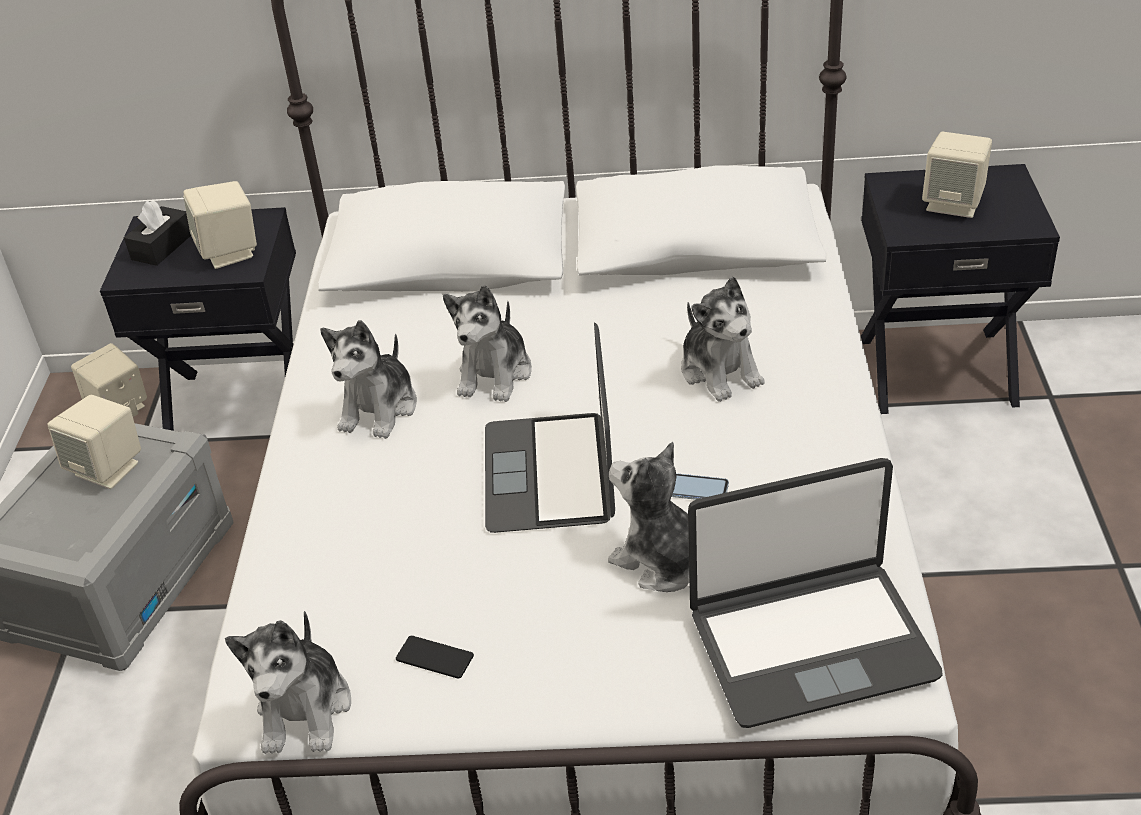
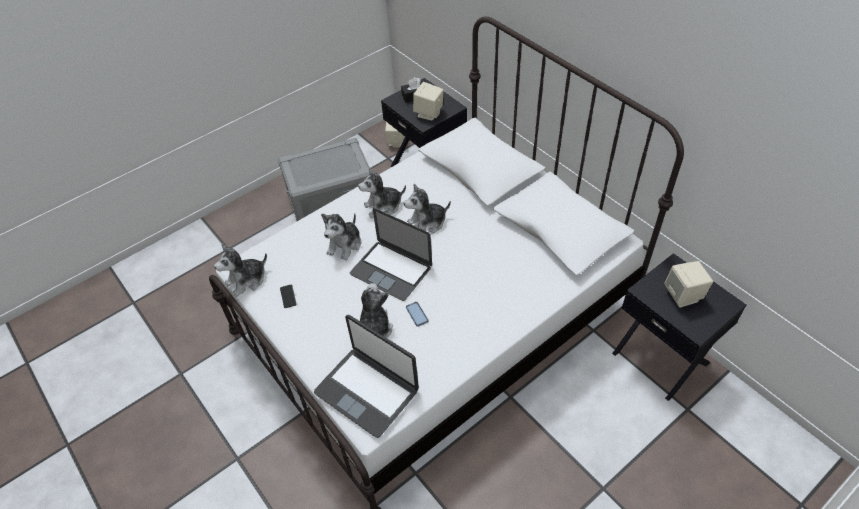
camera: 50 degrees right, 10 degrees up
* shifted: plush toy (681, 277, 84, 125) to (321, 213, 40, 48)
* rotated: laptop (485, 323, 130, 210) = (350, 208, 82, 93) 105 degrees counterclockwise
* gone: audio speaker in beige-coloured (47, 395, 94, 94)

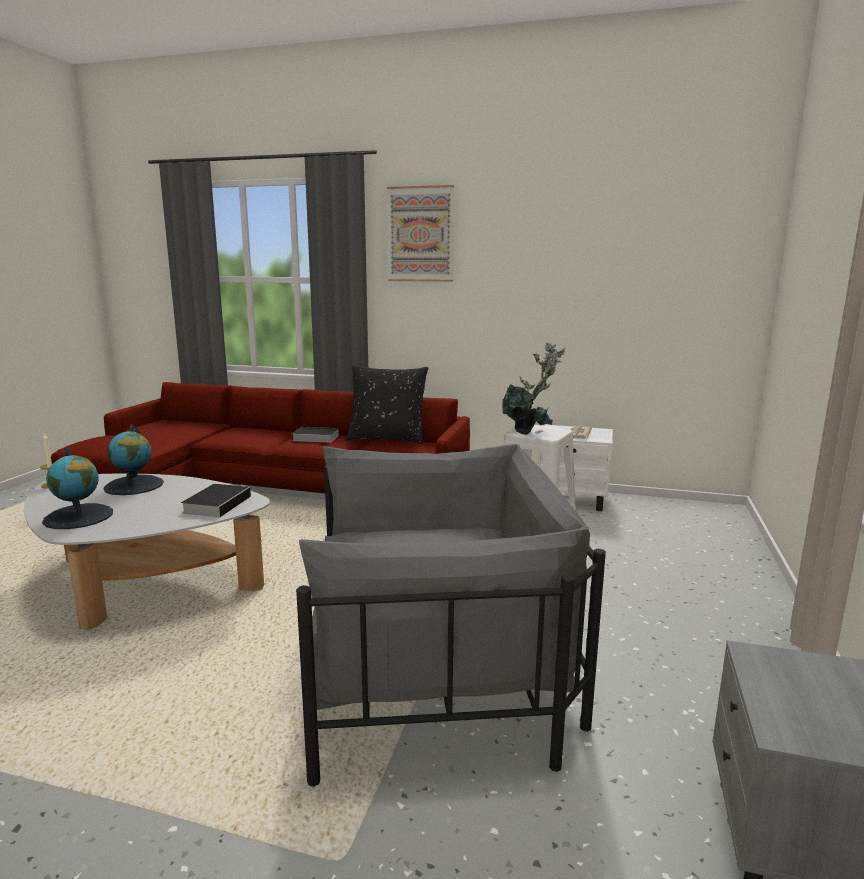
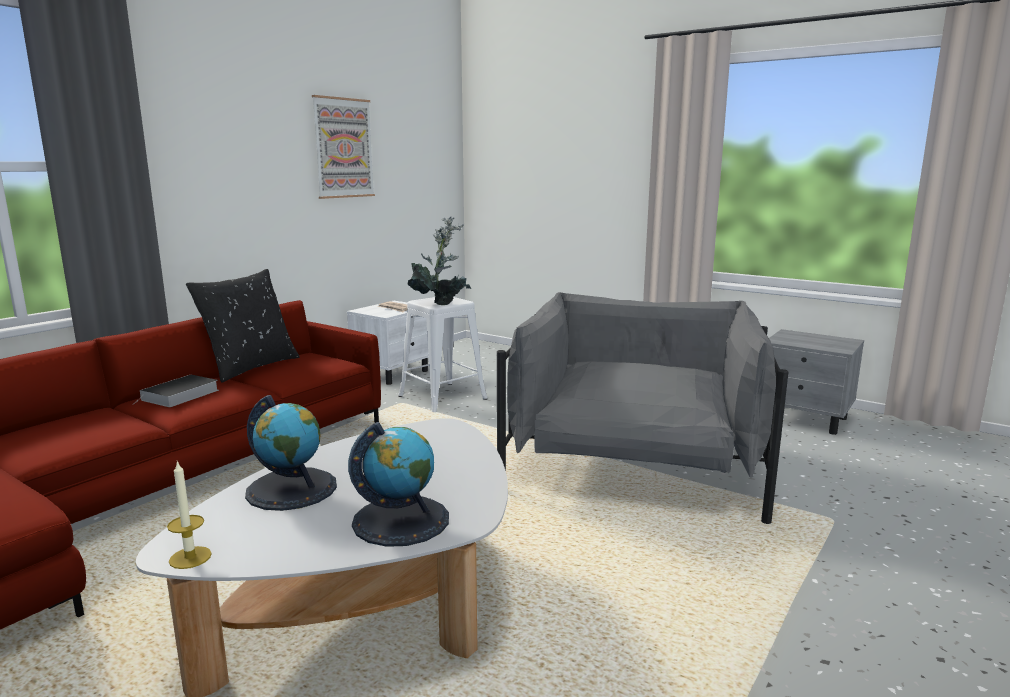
camera: 70 degrees left, 0 degrees up
* shifted: wall art (387, 185, 67, 97) to (312, 95, 63, 104)
* gone: volume (181, 484, 71, 33)

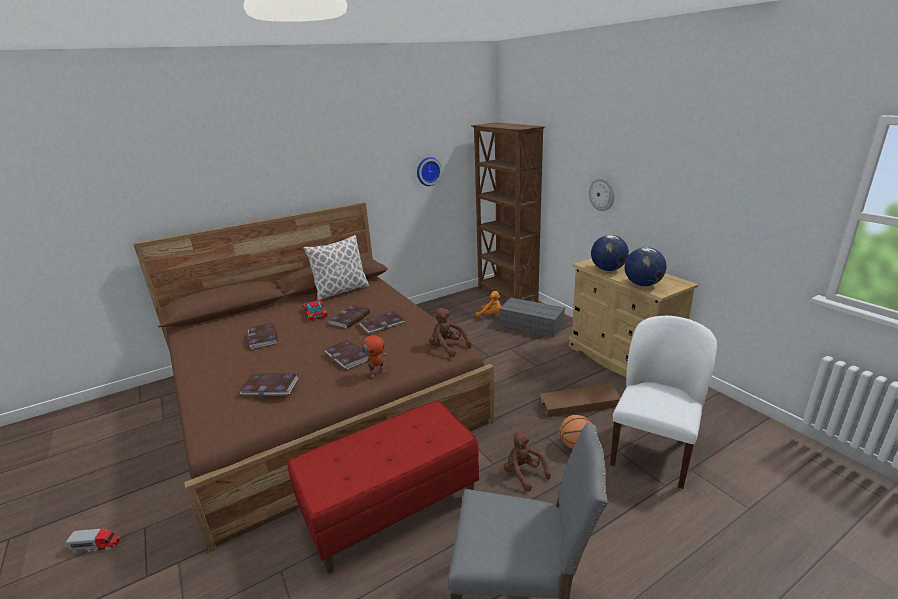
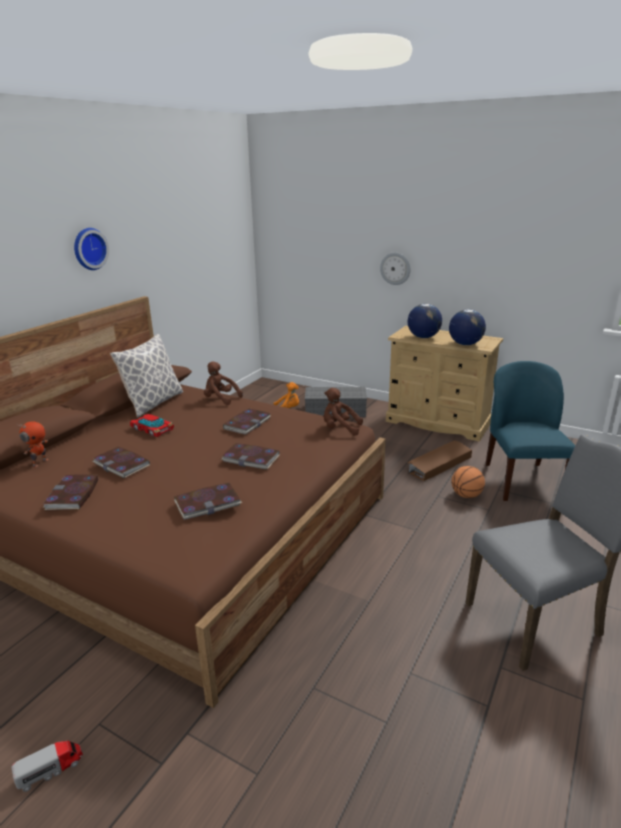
camera: 30 degrees left, 0 degrees up
* gone: bookcase in brown (471, 123, 74, 179)
* shifted: hanging clock (417, 157, 25, 29) to (74, 228, 35, 42)
* shifted: volume (329, 305, 41, 24) to (43, 474, 55, 37)
* repainted: upright chair in whitish (610, 316, 107, 173) to upright chair in blue (485, 361, 90, 140)
* shifted: model robot (360, 335, 27, 42) to (17, 421, 32, 46)
* gone: bench in red-coloured (288, 400, 191, 173)
* shifted: plush toy in brown (503, 432, 48, 59) to (204, 362, 39, 43)

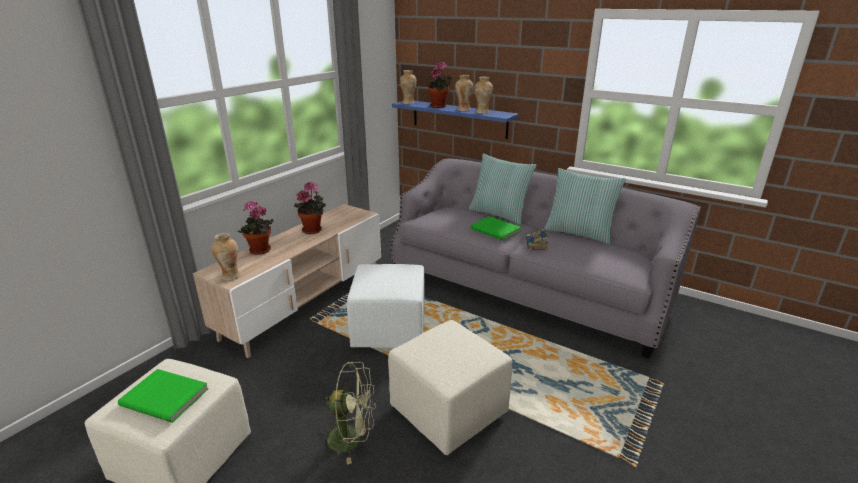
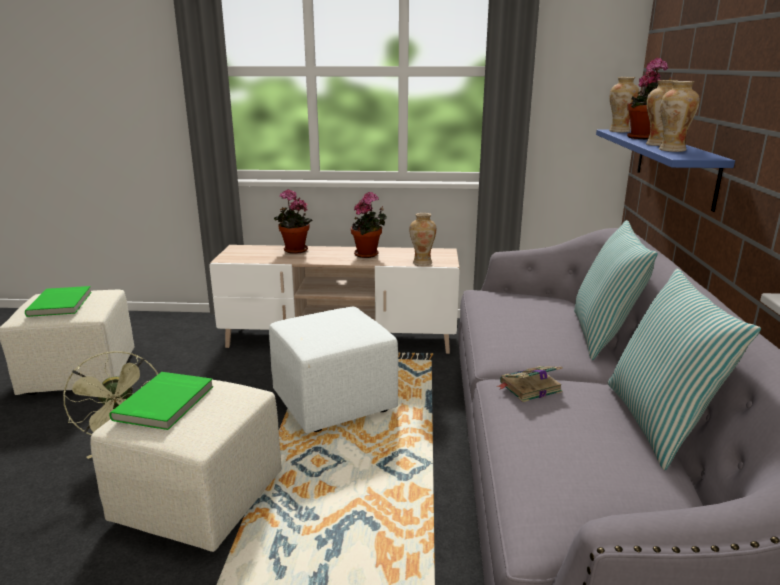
camera: 60 degrees right, 5 degrees down
* shifted: volume in greenish (471, 216, 51, 25) to (109, 372, 104, 58)
* shifted: flower vase (211, 233, 29, 48) to (409, 213, 27, 53)

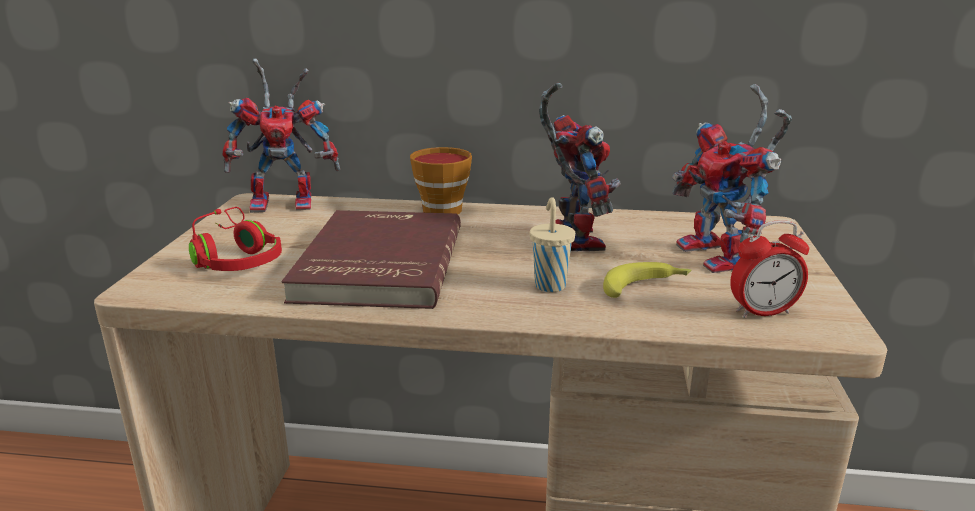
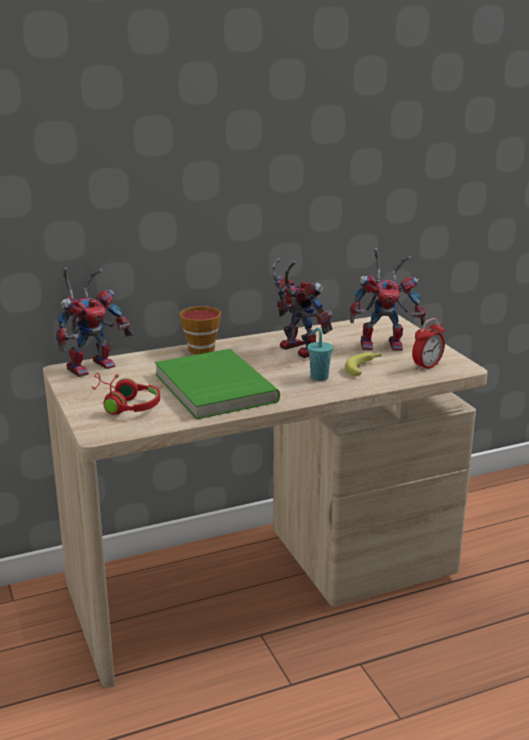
camera: 30 degrees left, 0 degrees up
* rotated: model robot (672, 84, 120, 189) = (350, 248, 76, 103) 45 degrees counterclockwise
* repainted: cup in beige-coloured (530, 197, 45, 95) to cup in turquoise (307, 328, 26, 53)
* repainted: volume in red-coloured (281, 210, 180, 99) to volume in greenish (155, 349, 125, 70)

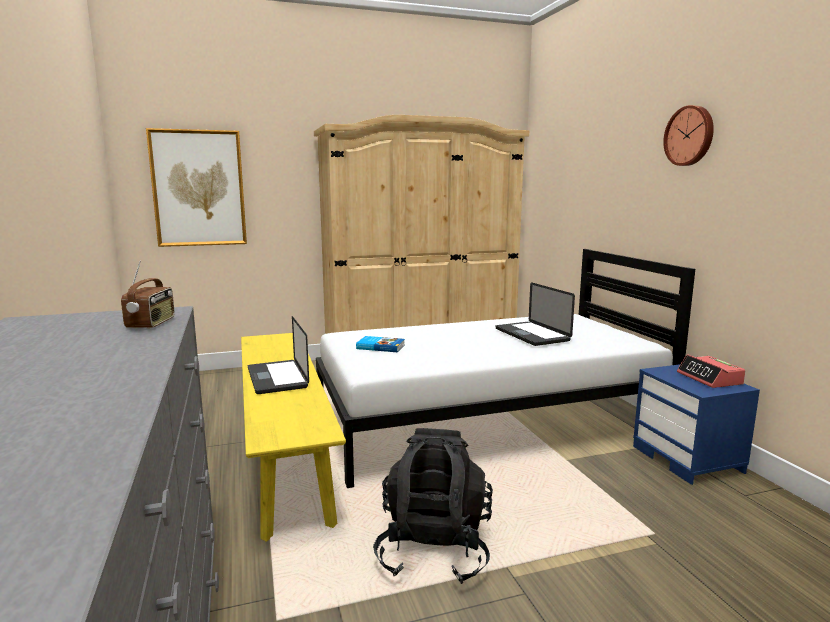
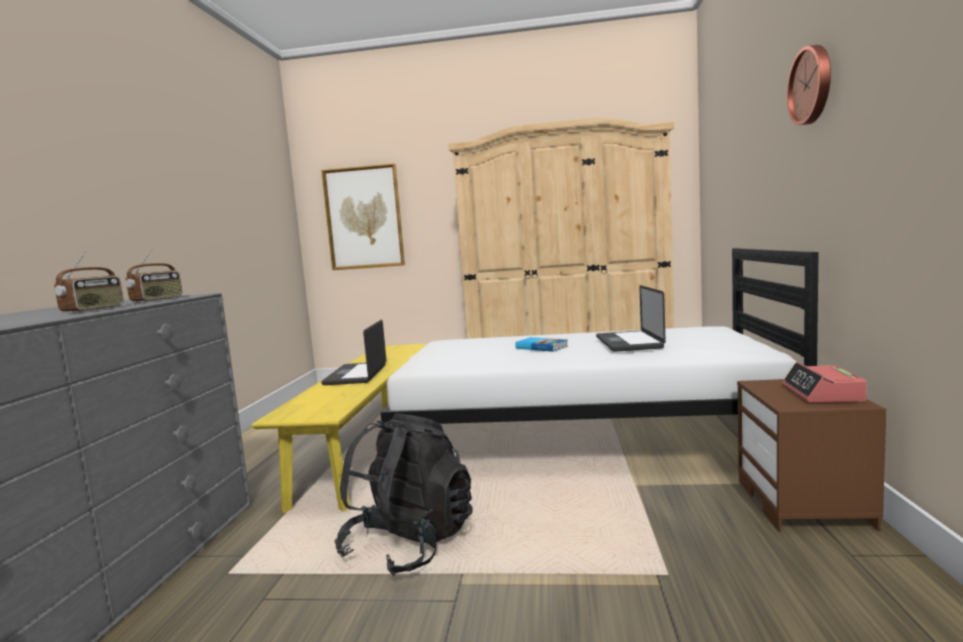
camera: 25 degrees right, 5 degrees down
* shifted: volume (356, 336, 49, 16) to (515, 337, 53, 15)
* repainted: bedside table in blue (633, 364, 127, 121) to bedside table in brown (737, 379, 149, 153)
* new: radio set (54, 251, 70, 62)

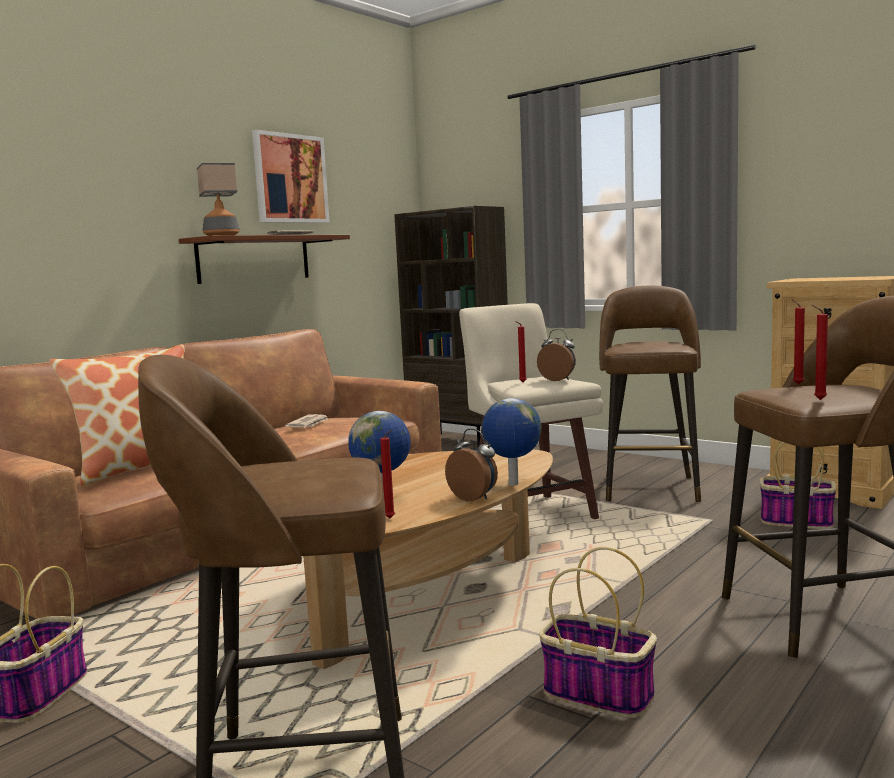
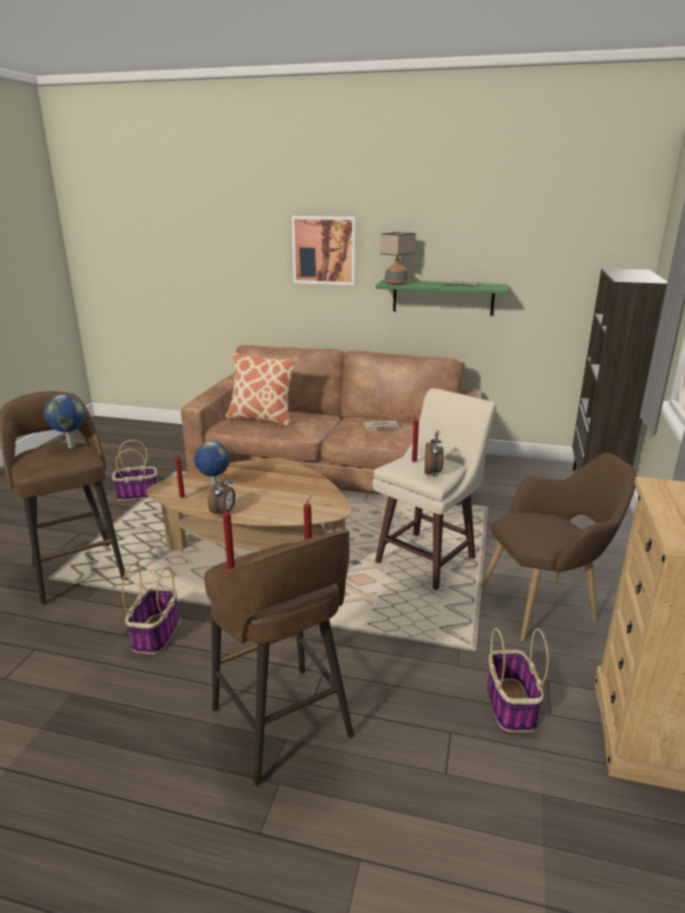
camera: 65 degrees right, 15 degrees up
* shifted: wall art (252, 130, 78, 93) to (292, 216, 64, 69)
* repainted: shelf in brown (179, 235, 171, 49) to shelf in greenish (375, 280, 133, 36)
* swapped: sitting stool in brown (599, 285, 102, 218) to armchair in brown (481, 453, 156, 189)
* shifted: world globe (482, 398, 59, 87) to (44, 395, 41, 53)

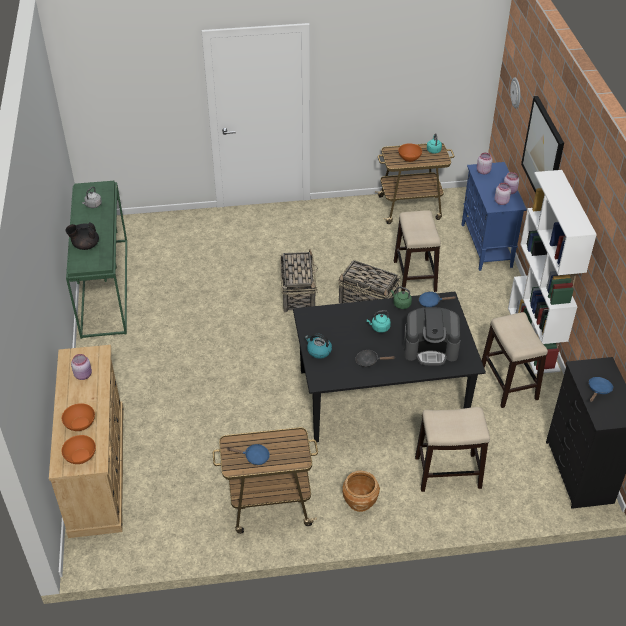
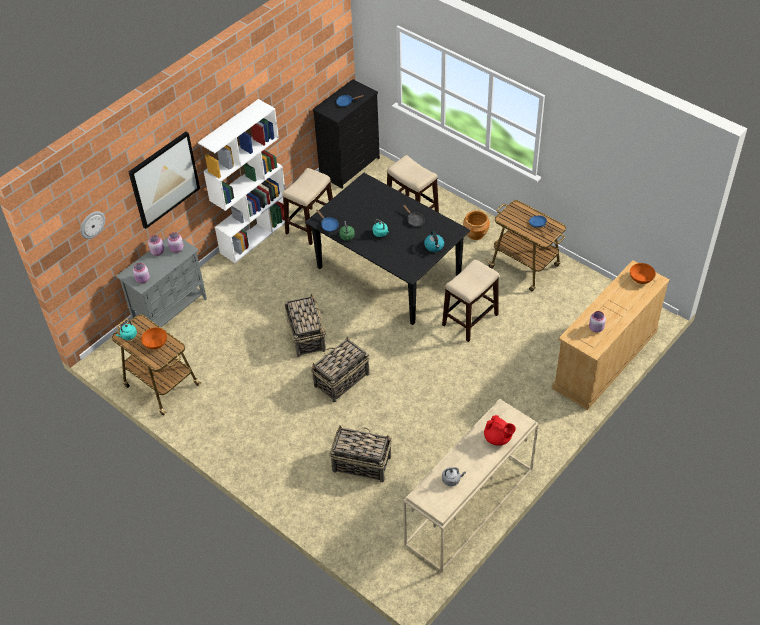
camera: 130 degrees left, 5 degrees up
* repainted: cupboard in blue (462, 162, 65, 109) to cupboard in greyish (116, 236, 91, 91)
* repainted: narrow table in greenish (66, 181, 61, 158) to narrow table in beige-coloured (403, 399, 136, 174)
* shifted: sitting stool (394, 210, 47, 82) to (442, 260, 57, 82)
* repainted: tea pot in blackish (66, 222, 33, 28) to tea pot in red-coloured (484, 415, 32, 31)
* gone: coffee maker (404, 307, 57, 59)
* gone: bowl in orange-coloured (62, 403, 33, 28)
* new: household basket (329, 425, 63, 57)

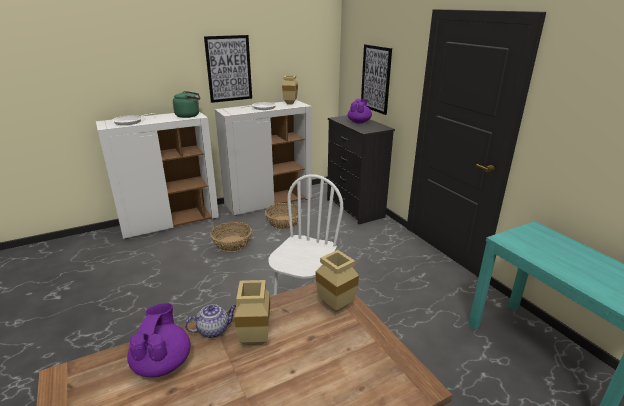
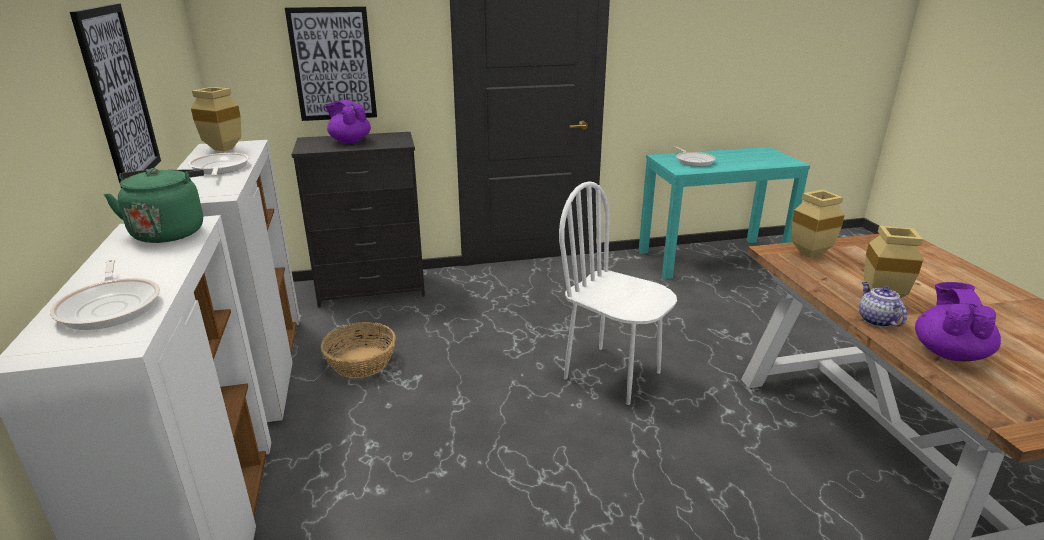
camera: 75 degrees left, 0 degrees up
* gone: household basket (210, 222, 42, 30)
* rotated: tea pot in purplish (127, 303, 63, 74) = (915, 282, 86, 80) 90 degrees clockwise
* new: skillet (673, 146, 42, 20)

